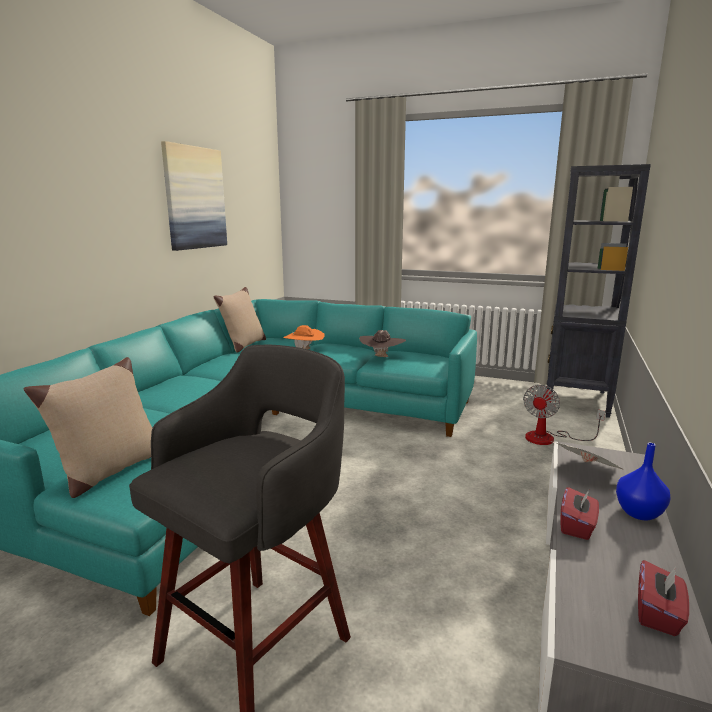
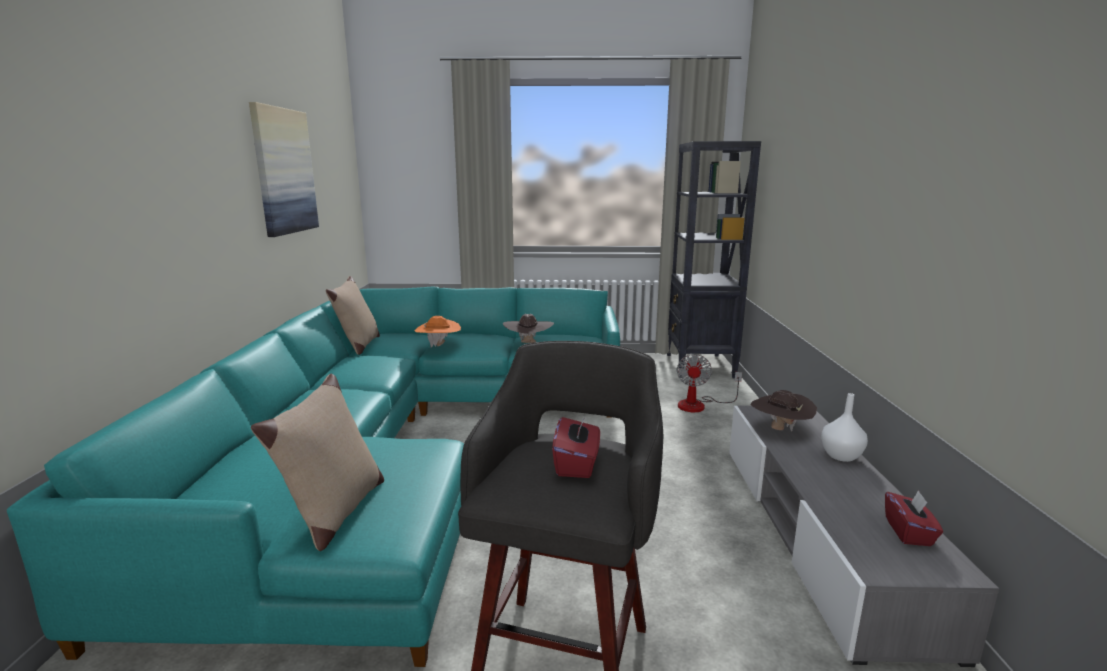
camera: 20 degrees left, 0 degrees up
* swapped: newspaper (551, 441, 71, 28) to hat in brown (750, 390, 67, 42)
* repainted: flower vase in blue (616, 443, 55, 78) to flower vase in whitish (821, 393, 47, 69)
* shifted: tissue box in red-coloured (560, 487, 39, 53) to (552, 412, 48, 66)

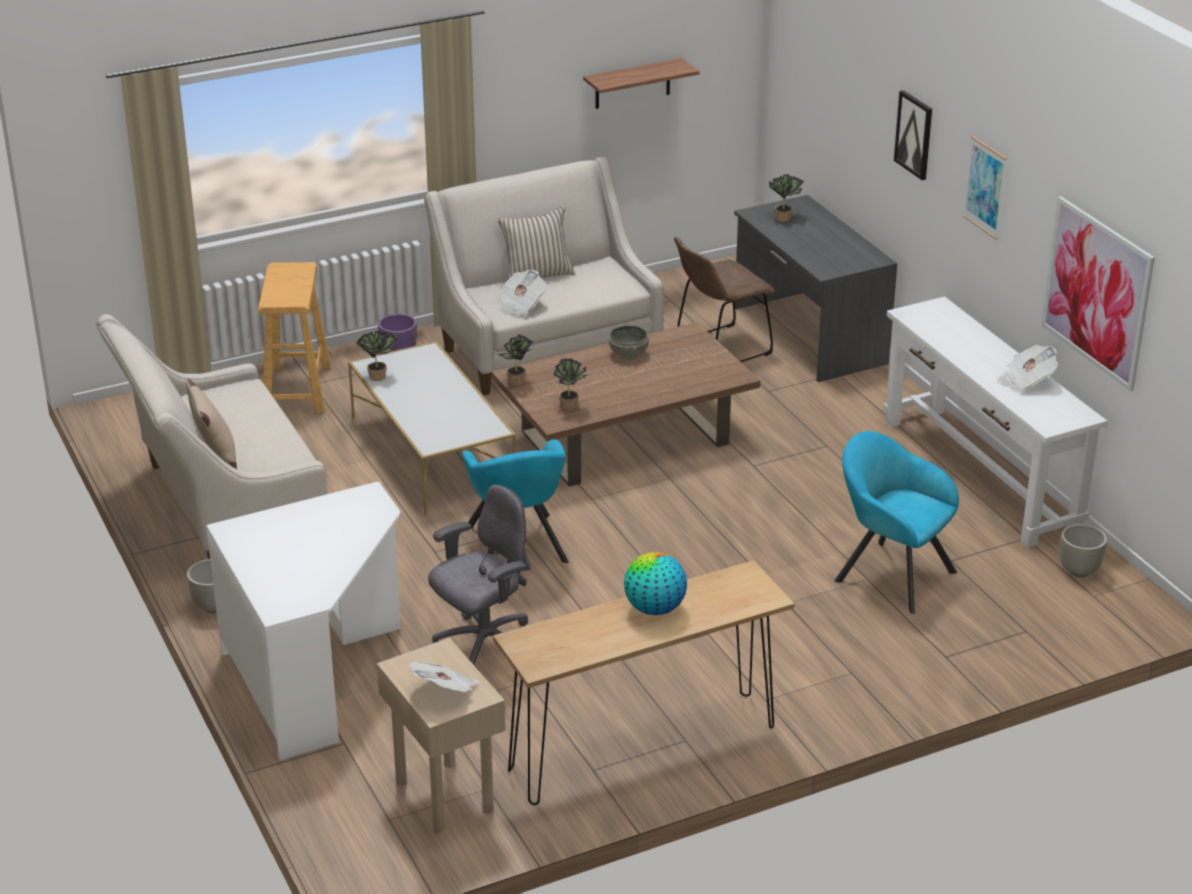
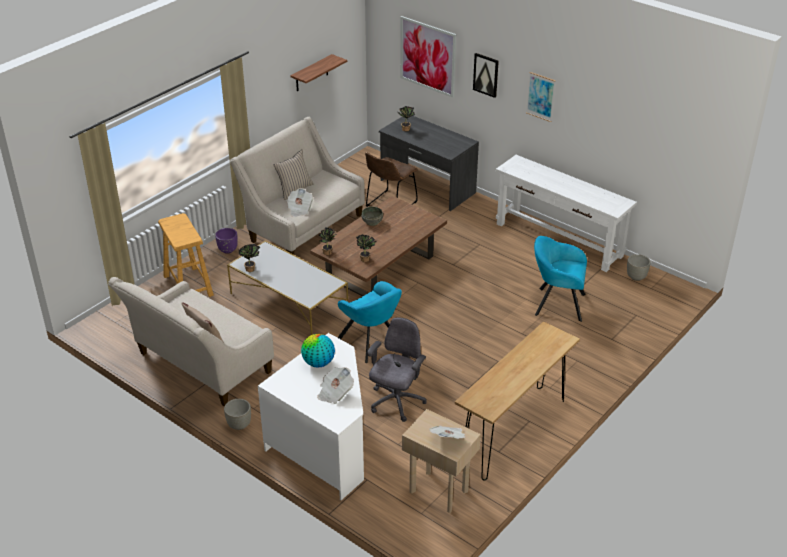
camera: 25 degrees left, 5 degrees up
* shifted: wall art (1041, 196, 114, 195) to (400, 16, 56, 81)
* shifted: newspaper (997, 345, 61, 47) to (317, 367, 37, 37)
* shifted: world globe (624, 552, 63, 63) to (301, 334, 34, 33)

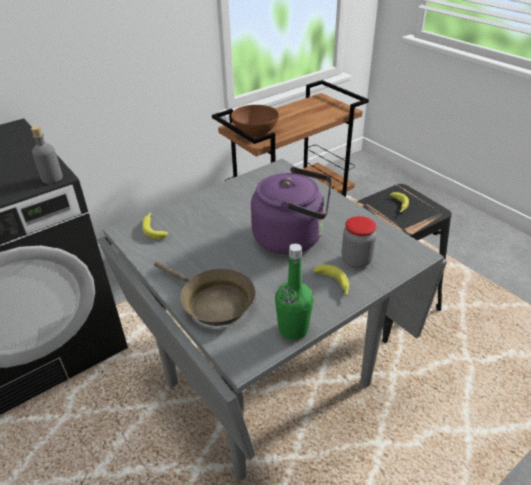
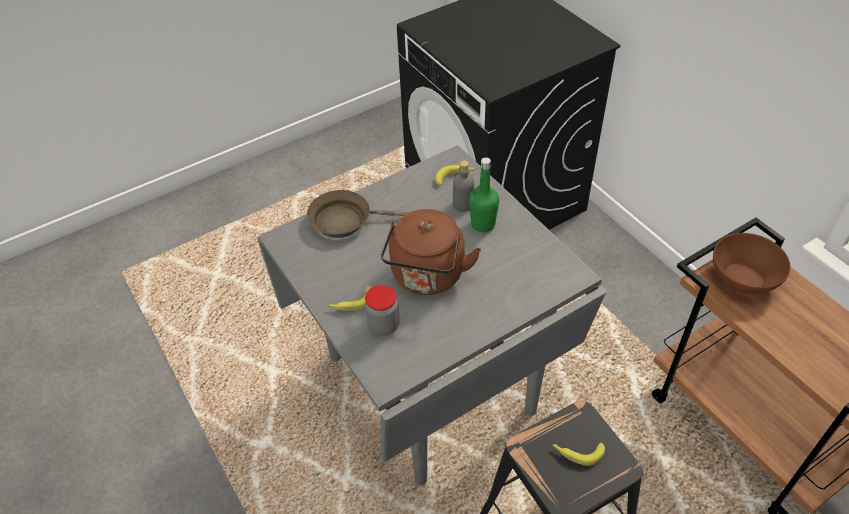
camera: 95 degrees right, 10 degrees up
* shifted: bottle in greyish (31, 126, 32, 58) to (453, 161, 21, 51)
* repainted: kettle in purplish (251, 167, 81, 87) to kettle in brown (381, 209, 100, 86)
* shifted: bottle in greenish (275, 244, 39, 96) to (469, 157, 30, 75)
* rotated: skillet in brown (154, 262, 102, 64) = (307, 190, 103, 48) 45 degrees clockwise

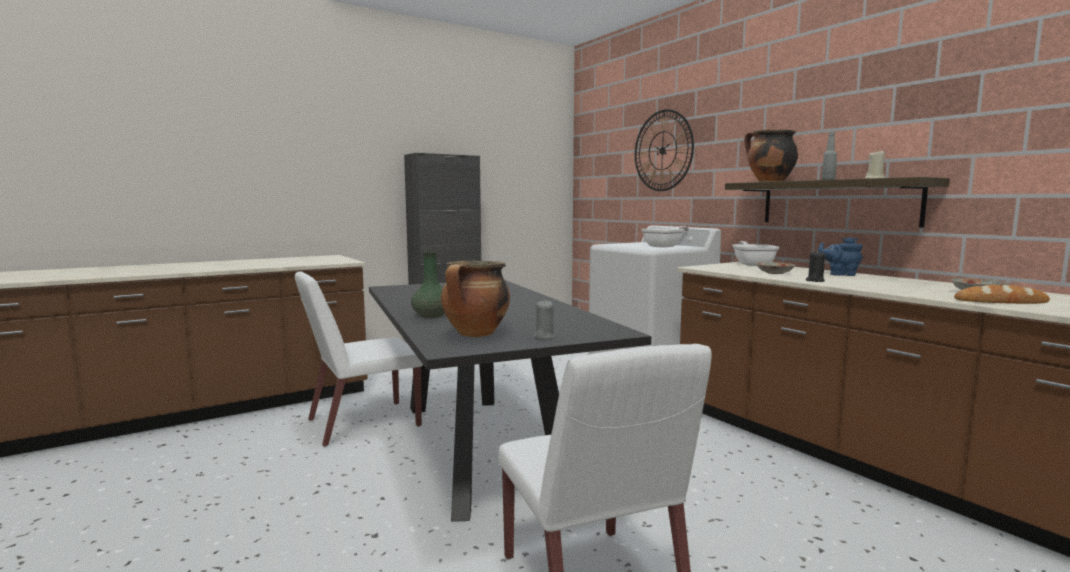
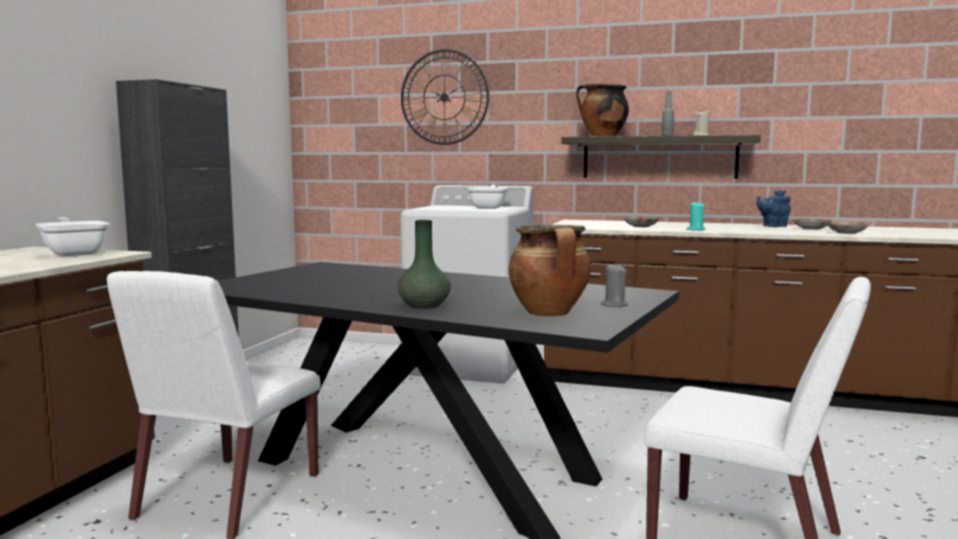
camera: 40 degrees left, 0 degrees up
* shifted: tea pot in blue (818, 237, 45, 39) to (756, 190, 35, 37)
* shifted: skillet (732, 241, 47, 25) to (36, 217, 74, 40)
* repainted: wax candle in blackish (806, 250, 19, 32) to wax candle in turquoise (686, 201, 19, 29)
* swapped: bakery bread (954, 285, 96, 19) to flat dish (826, 222, 43, 12)

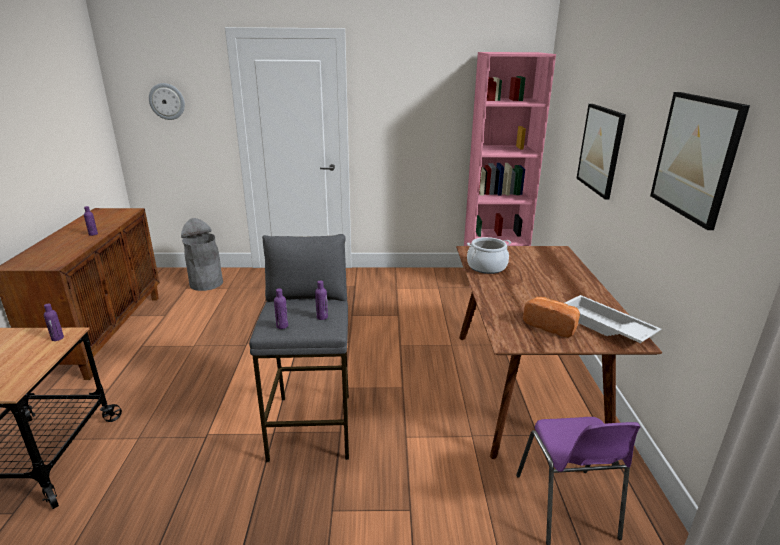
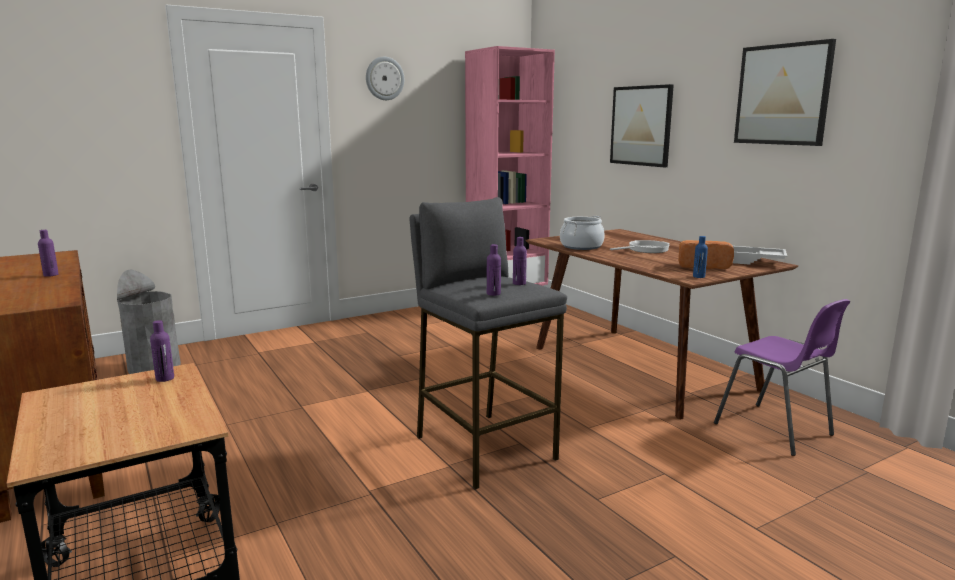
camera: 30 degrees left, 10 degrees down
* shifted: hanging clock (149, 83, 36, 37) to (366, 57, 38, 43)
* new: bottle in blue (693, 236, 15, 42)
* new: skillet (610, 240, 60, 13)

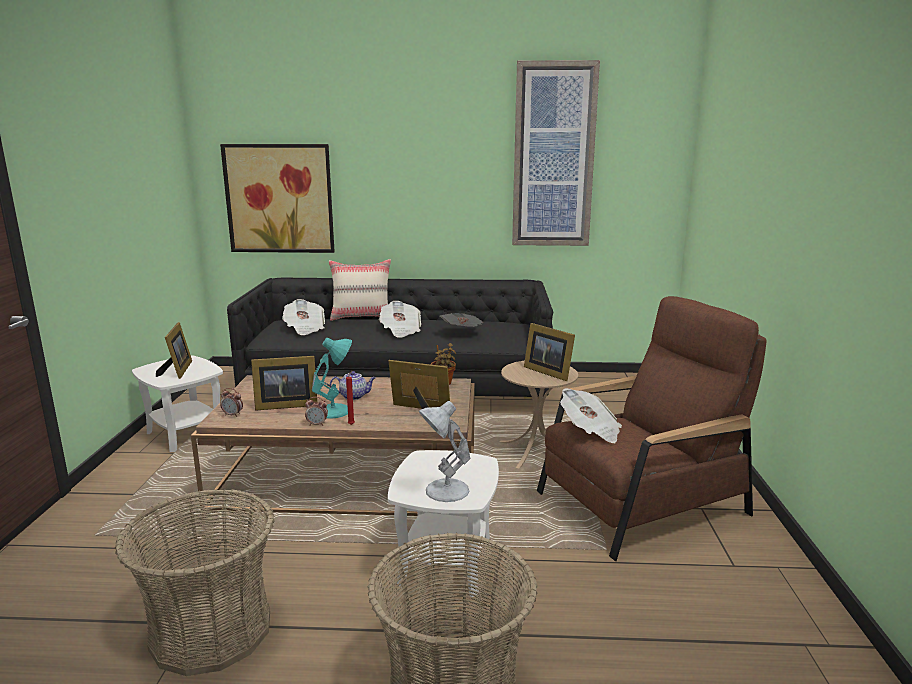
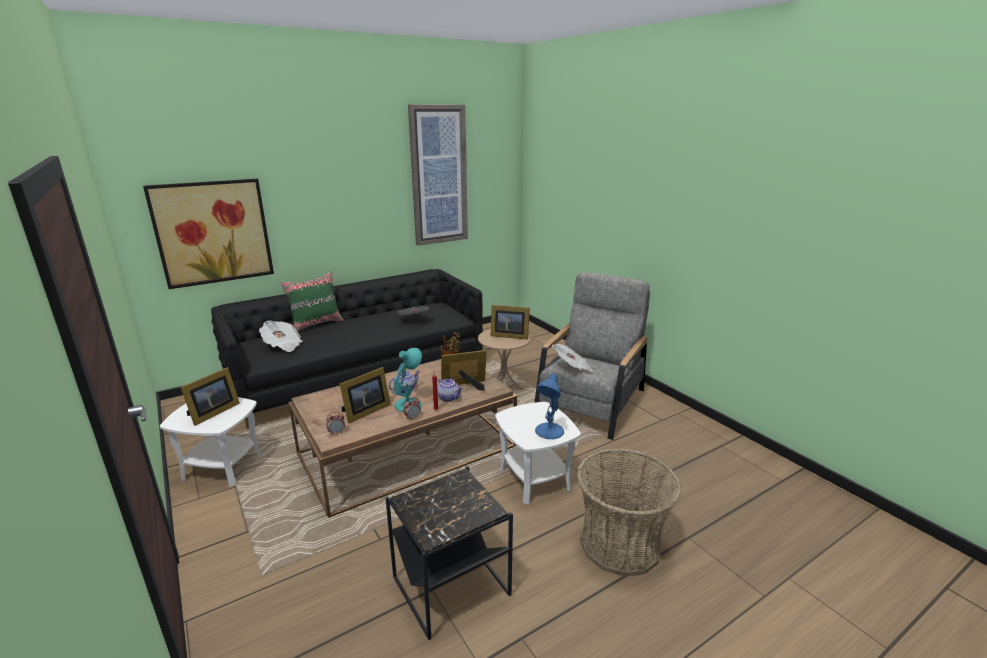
camera: 35 degrees left, 5 degrees up
* repainted: cushion in beige-coloured (329, 259, 62, 62) to cushion in greenish (280, 272, 64, 60)
* repainted: armchair in brown (537, 296, 229, 265) to armchair in greyish (534, 272, 116, 168)
* gone: newspaper (379, 301, 42, 37)
* rotated: standing frame (156, 322, 36, 57) = (180, 367, 60, 59) 75 degrees clockwise
* repainted: lamp for a table in whitish (419, 401, 51, 101) to lamp for a table in blue (535, 374, 29, 65)
* swapped: household basket (115, 489, 160, 187) to end table in blackish (385, 466, 128, 174)
* new: tea pot (437, 378, 26, 24)

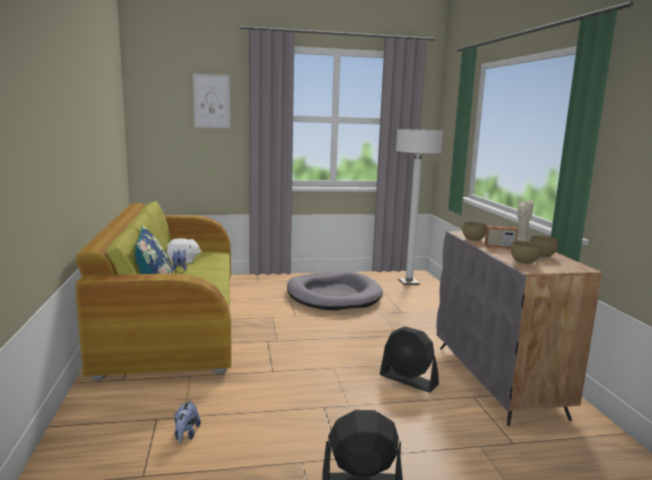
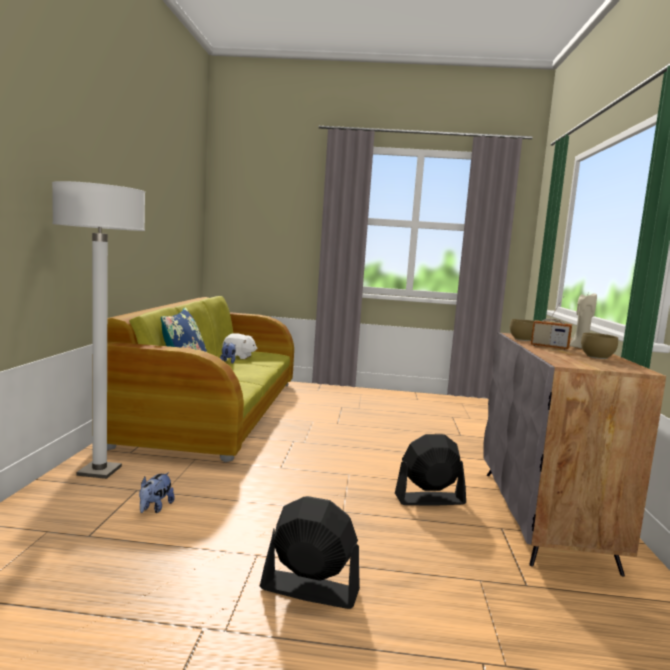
camera: 15 degrees right, 5 degrees down
* gone: wall art (193, 73, 37, 55)
* shifted: standing lamp in whitish (396, 129, 47, 156) to (52, 181, 93, 298)
* gone: bowl in brown (511, 241, 30, 23)
* gone: dog bed in greyish (287, 271, 96, 40)
* rotated: electric fan in blackish (380, 326, 59, 66) = (395, 434, 71, 72) 120 degrees clockwise

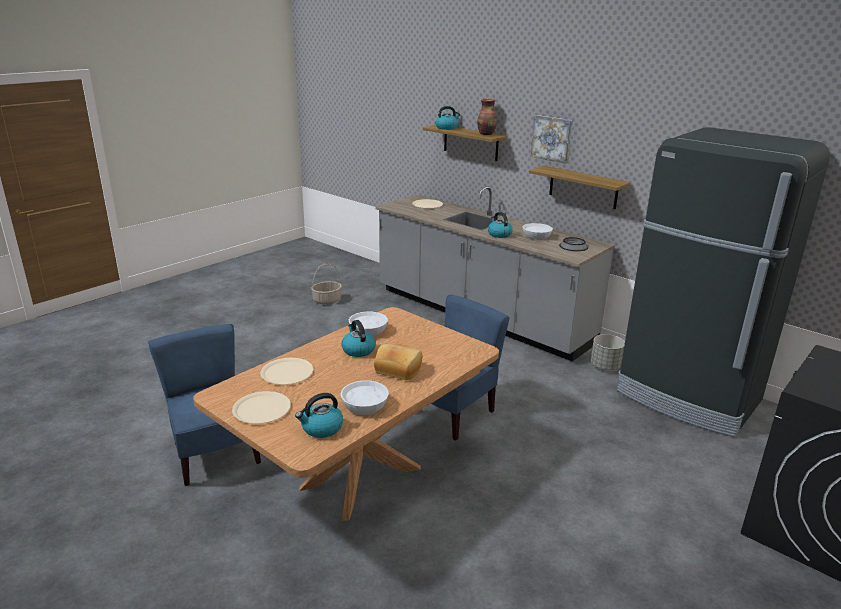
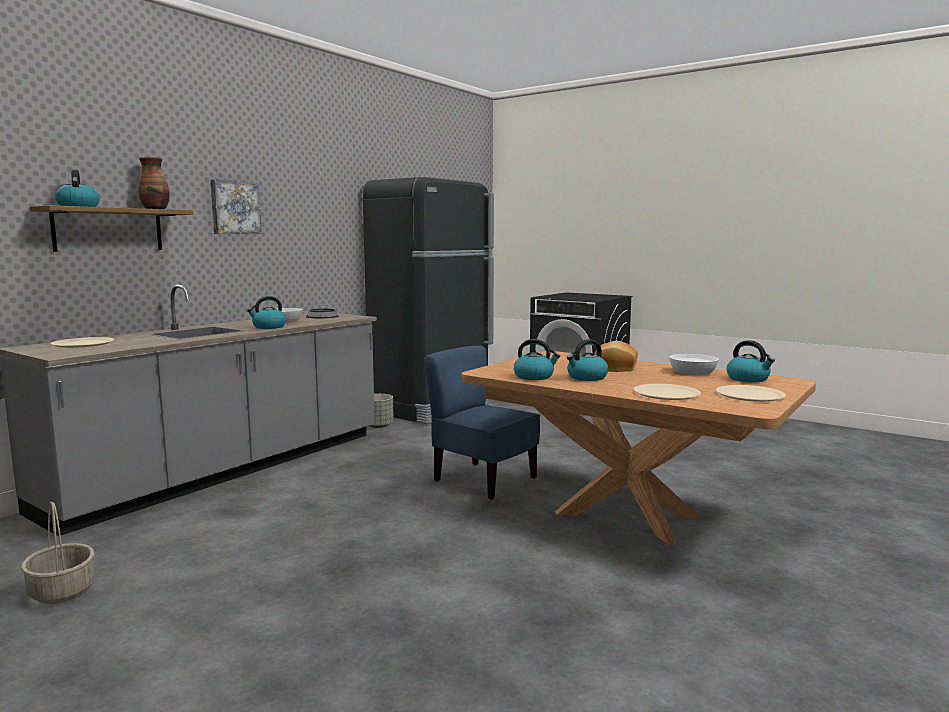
camera: 95 degrees left, 15 degrees down
* gone: shelf (529, 166, 101, 43)
* swapped: bowl in whitish (349, 311, 39, 25) to kettle (514, 339, 46, 41)
* gone: upright chair in blue (148, 324, 113, 162)

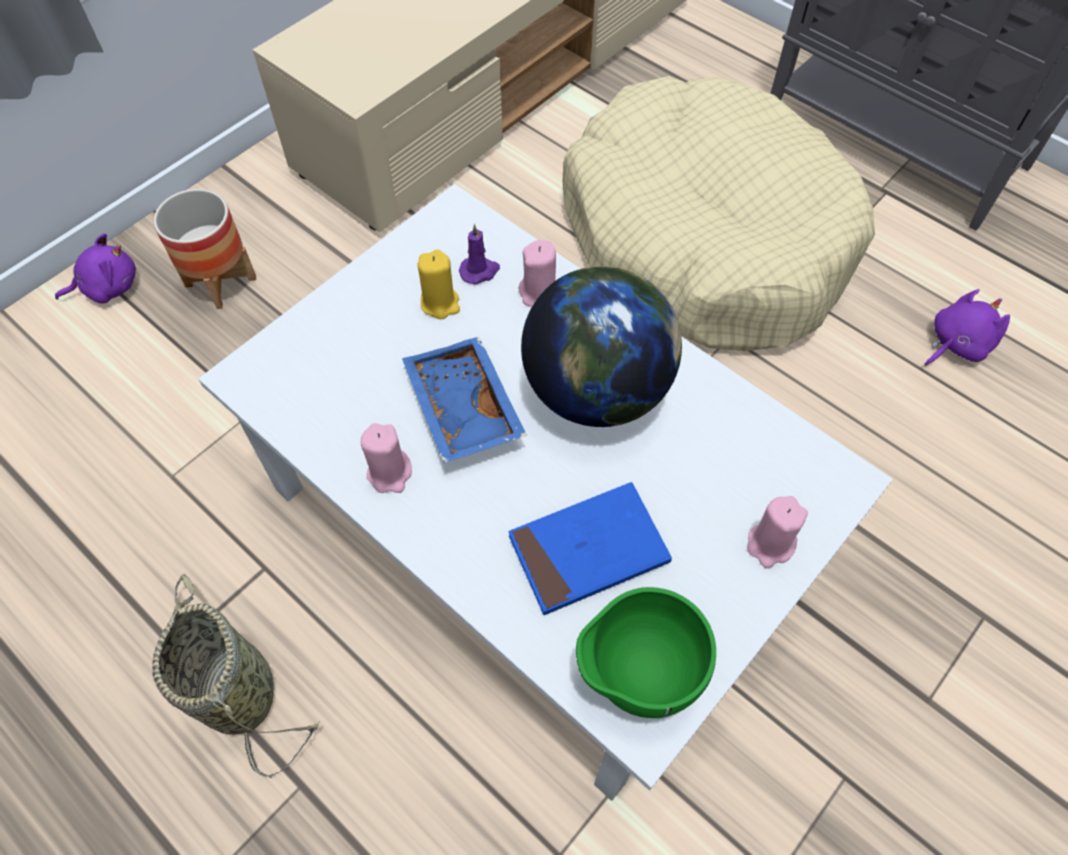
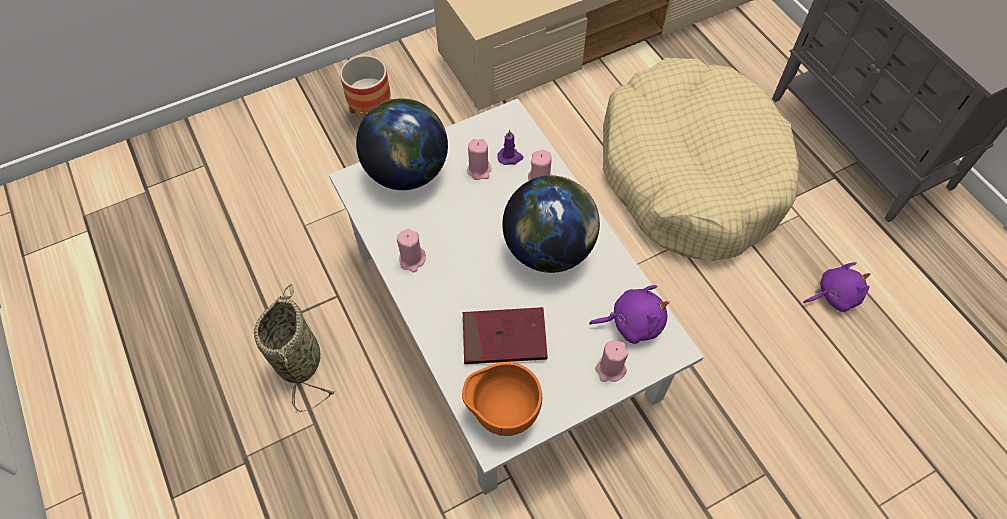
camera: 20 degrees right, 0 degrees up
* shifted: plush toy in purplish (55, 233, 81, 71) to (589, 285, 80, 59)
* repainted: wax candle in yellow (417, 250, 43, 69) to wax candle in pink (467, 139, 25, 41)
* gone: serving tray in blue (402, 337, 125, 126)
* repainted: volume in blue (508, 482, 164, 133) to volume in red-coloured (463, 307, 85, 57)
* repainted: bowl in greenish (576, 587, 140, 131) to bowl in orange-coloured (462, 362, 80, 74)
* new: world globe (356, 98, 92, 92)

